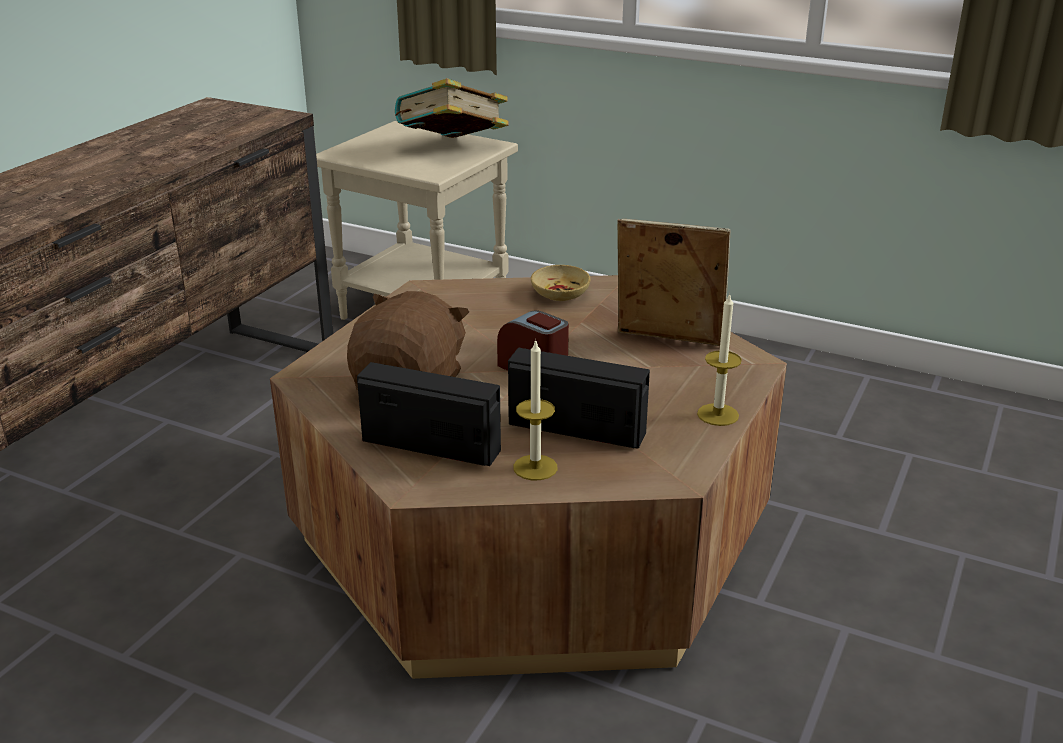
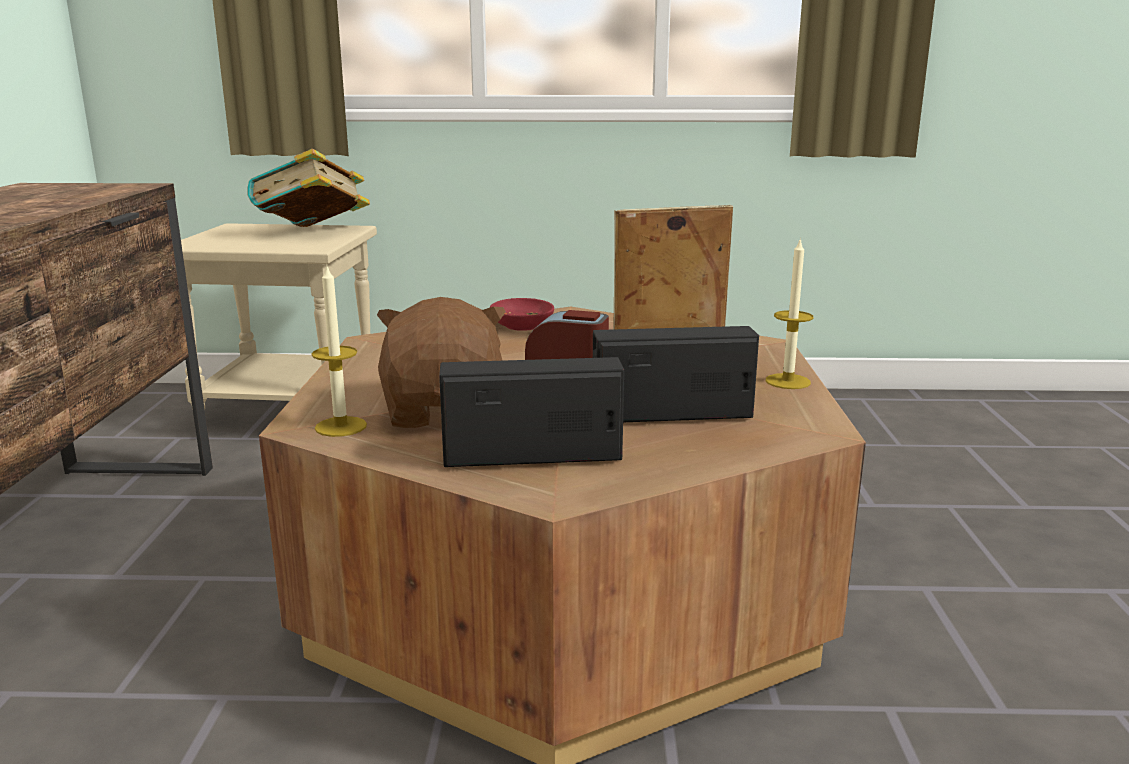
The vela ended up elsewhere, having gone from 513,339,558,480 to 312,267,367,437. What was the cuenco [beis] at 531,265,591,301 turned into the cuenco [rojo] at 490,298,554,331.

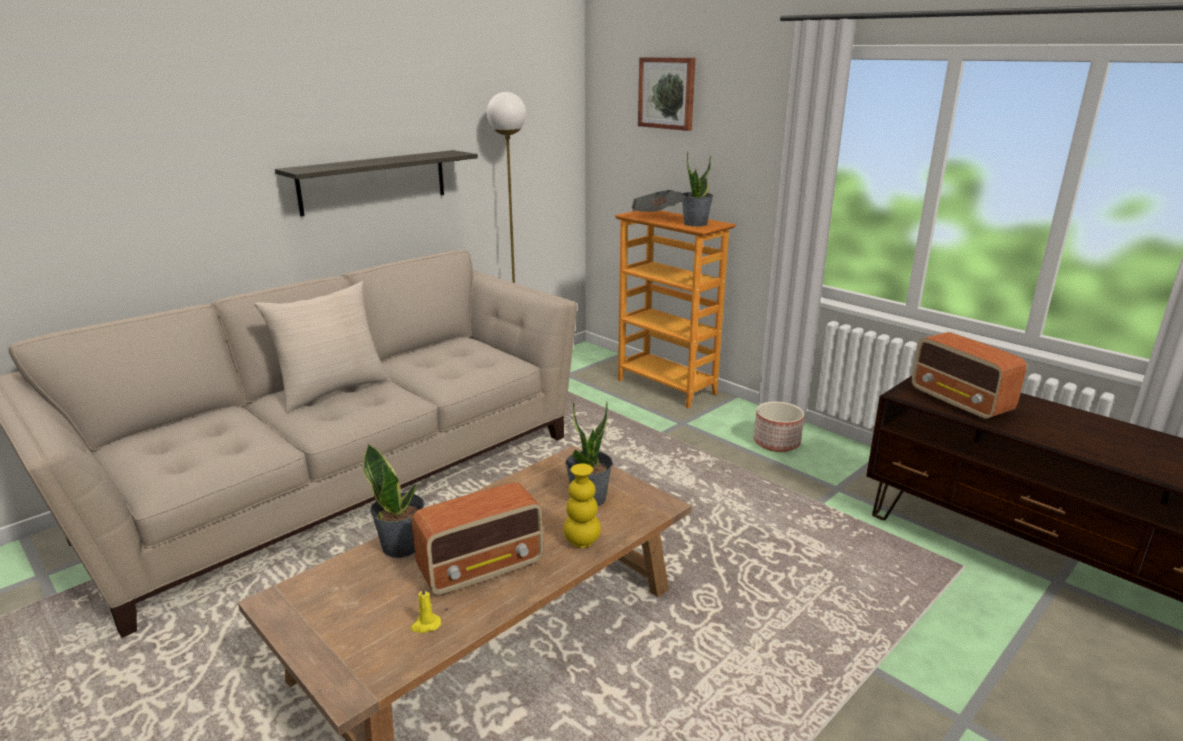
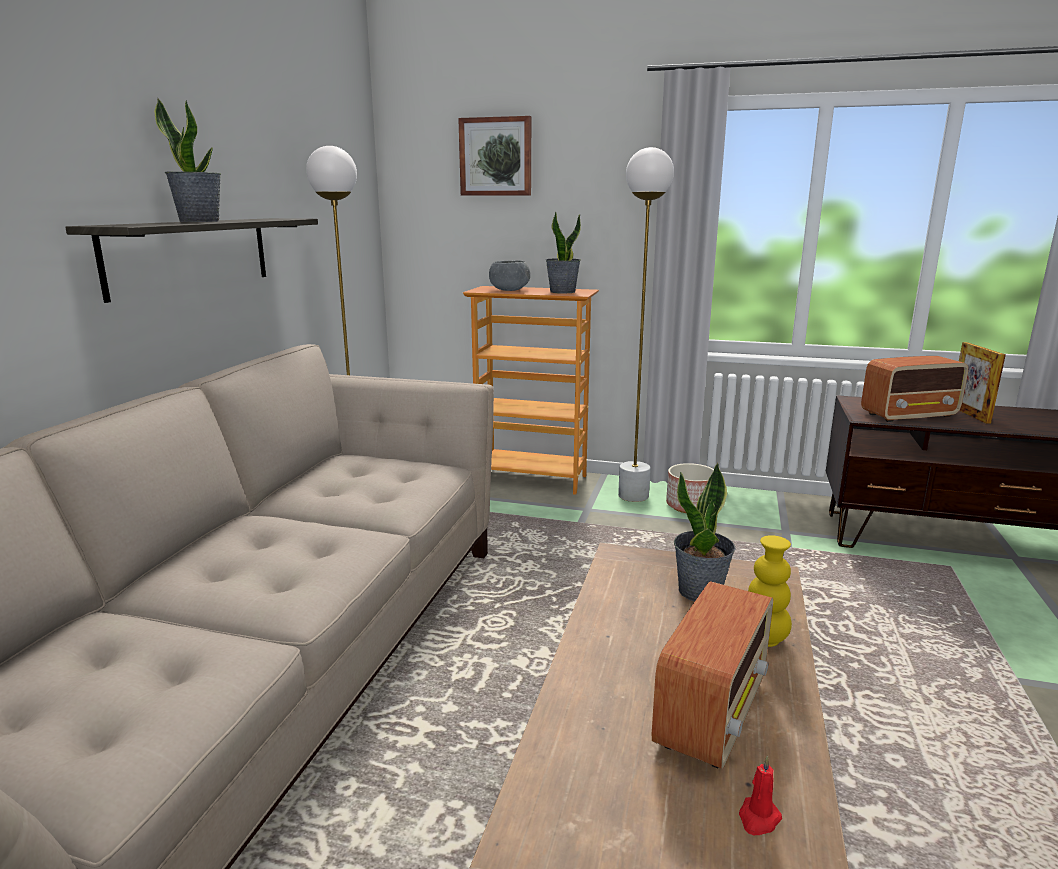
The second view lost the cojín [beis] at 254,281,391,413. The planta en maceta ended up elsewhere, having gone from 363,443,425,558 to 154,98,221,222. What was the vela [amarillo] at 410,585,441,633 turned into the vela [rojo] at 739,756,782,835. Where the periódico stood at 632,190,682,212, the cuenco [gris] came to stand at 489,260,530,291. The radio at 912,332,1027,421 ended up facing another way, 45 degrees counterclockwise from before. The second view gained the lámpara de pie [blanco] at 618,147,674,502. The second view gained the portarretratos at 959,342,1006,424.

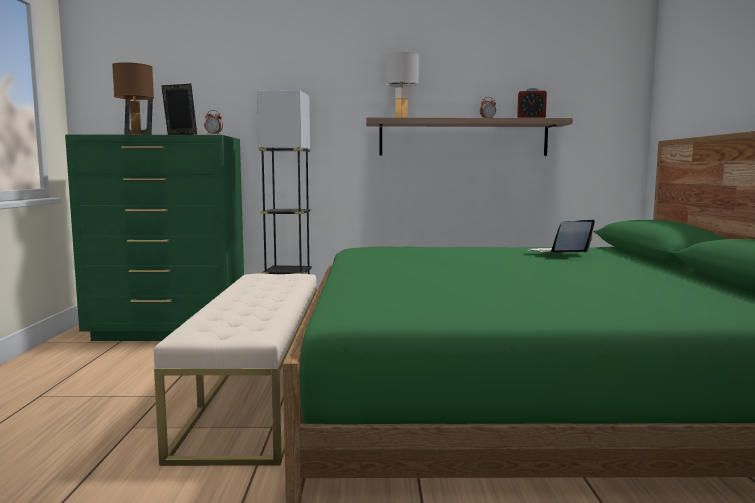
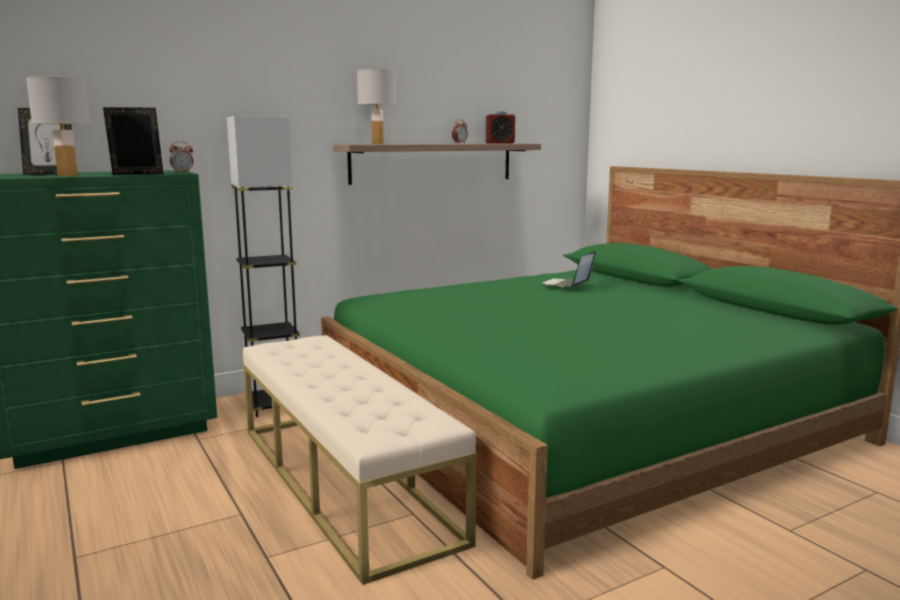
What was the lámpara de mesa [marrón] at 112,62,154,135 turned into the lámpara de mesa [blanco] at 26,76,91,177.

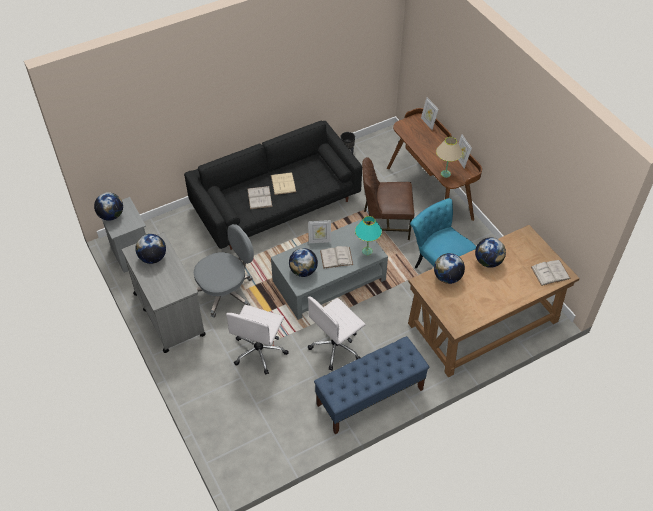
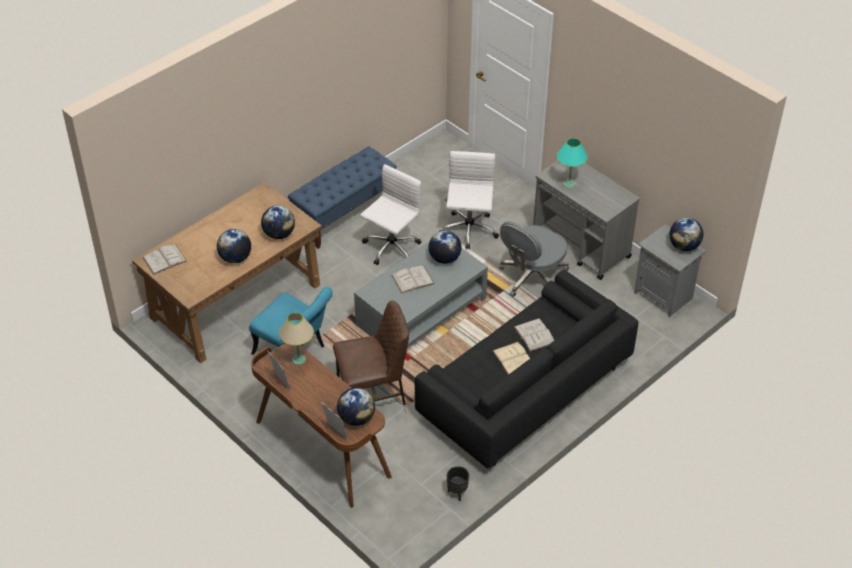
The globo terráqueo ended up elsewhere, having gone from 135,234,166,264 to 337,388,375,426. The second view lost the portarretratos at 308,220,331,243. The lámpara de mesa [turquesa] ended up elsewhere, having gone from 355,216,382,255 to 557,138,588,188.

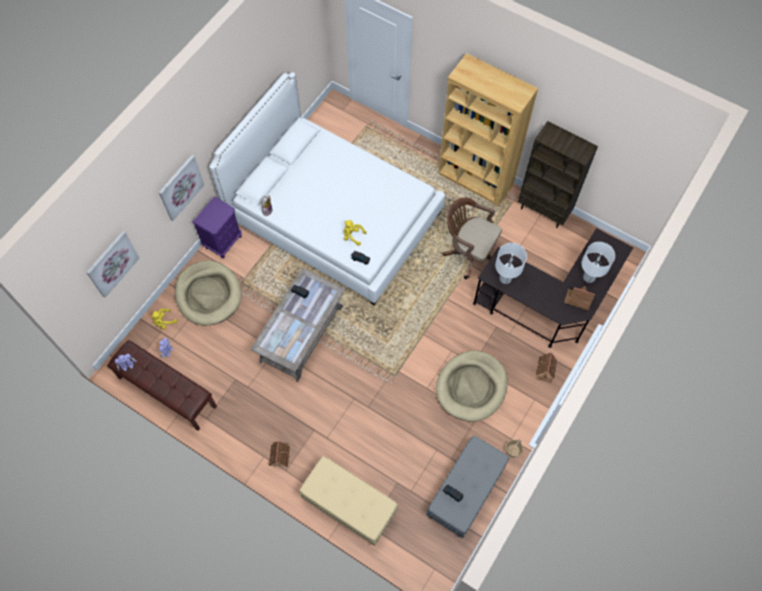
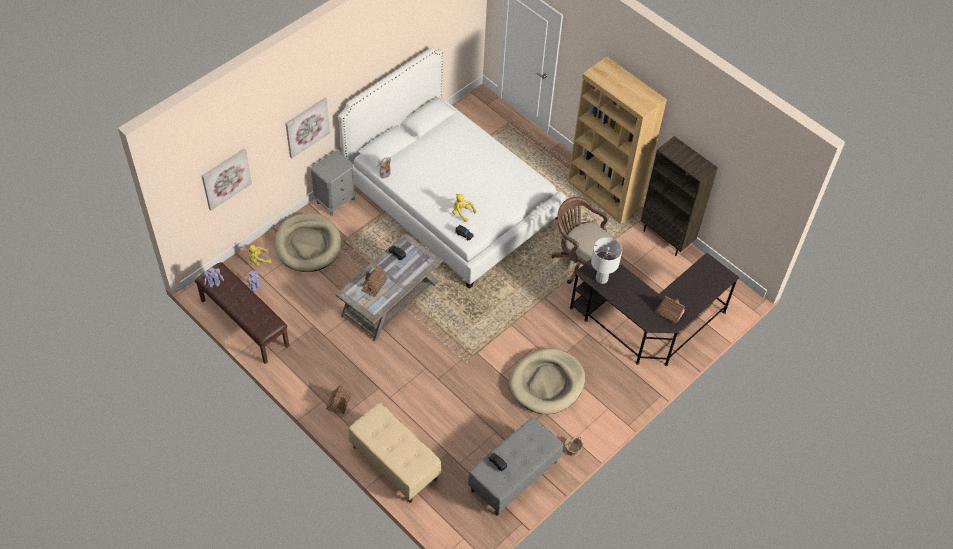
What was the mesita de noche [morado] at 193,197,242,258 turned into the mesita de noche [gris] at 310,150,356,215. The casita ended up elsewhere, having gone from 536,352,557,383 to 361,264,388,297. The second view lost the lámpara de mesa [blanco] at 581,242,615,283.

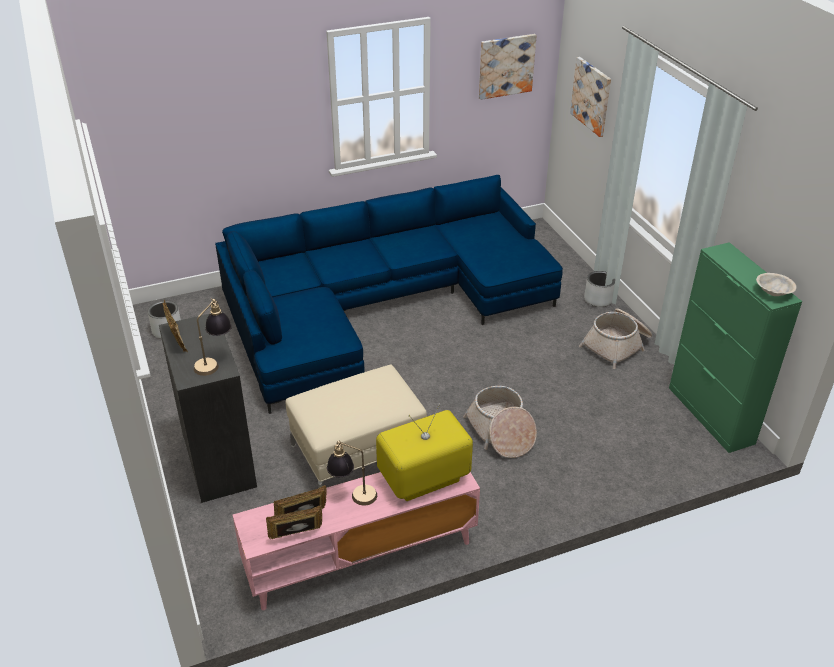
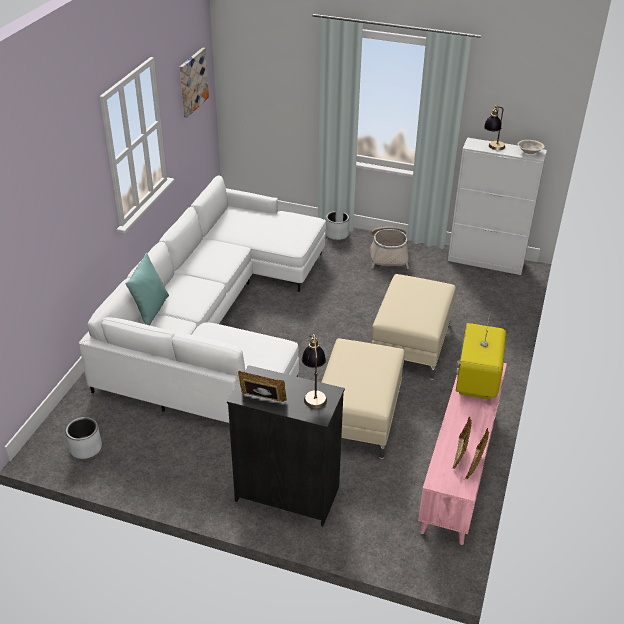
What was the sofá [azul] at 215,175,563,414 turned into the sofá [blanco] at 79,175,326,423. The lámpara de mesa ended up elsewhere, having gone from 327,441,377,506 to 484,105,505,150. Where the cesta stood at 463,386,537,458, the puf [beis] came to stand at 372,274,456,380. The second view lost the cuadro at 570,57,611,137. What was the armario [verde] at 669,242,802,453 turned into the armario [blanco] at 448,138,547,275. The second view gained the cojín [turquesa] at 126,253,169,325.

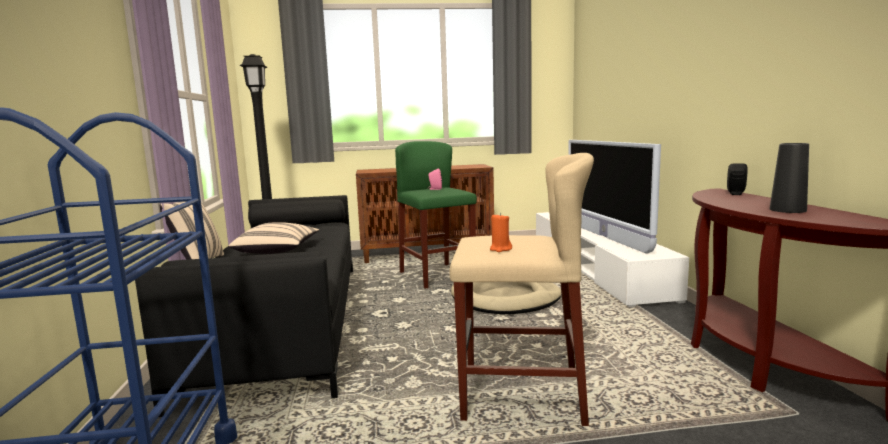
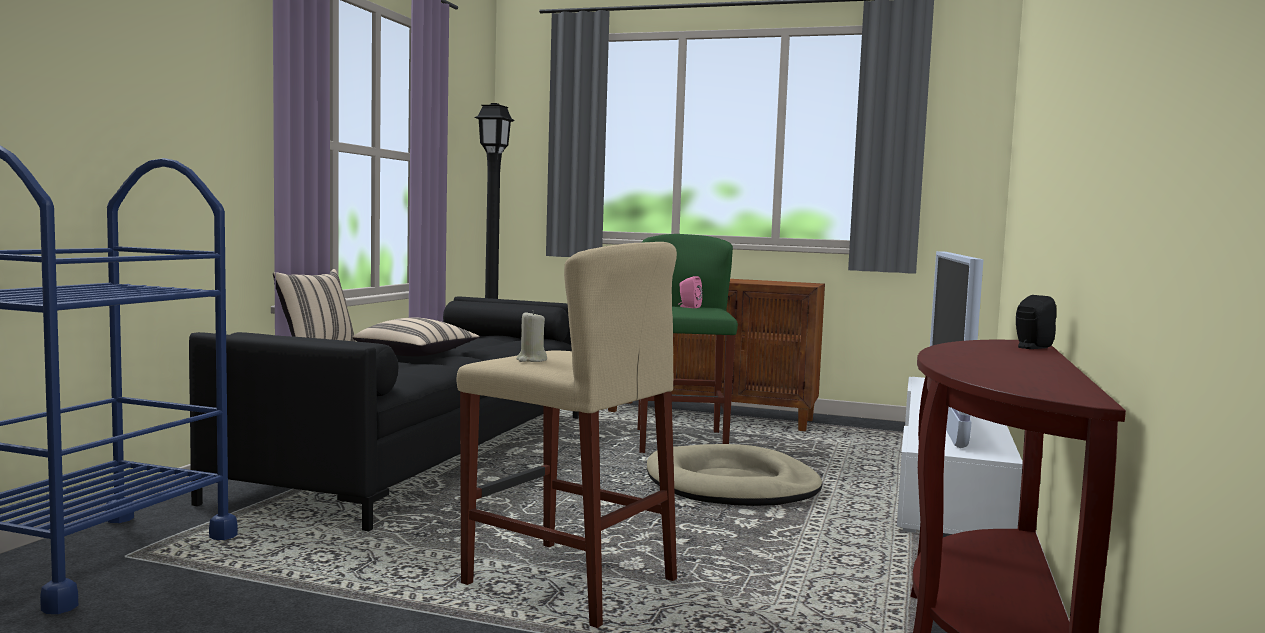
What was the vela [naranja] at 490,213,512,252 turned into the vela [beis] at 516,310,547,362. The second view lost the florero [negro] at 770,143,809,213.

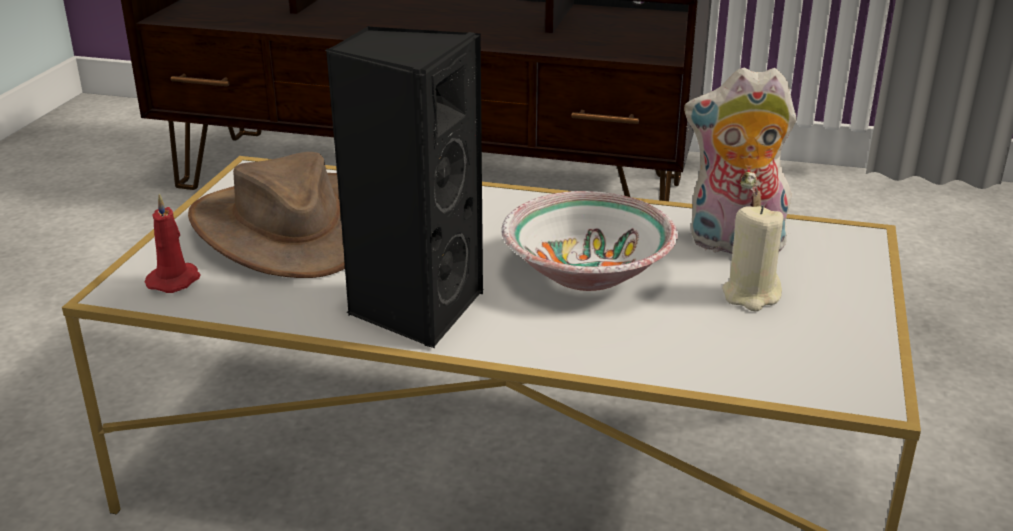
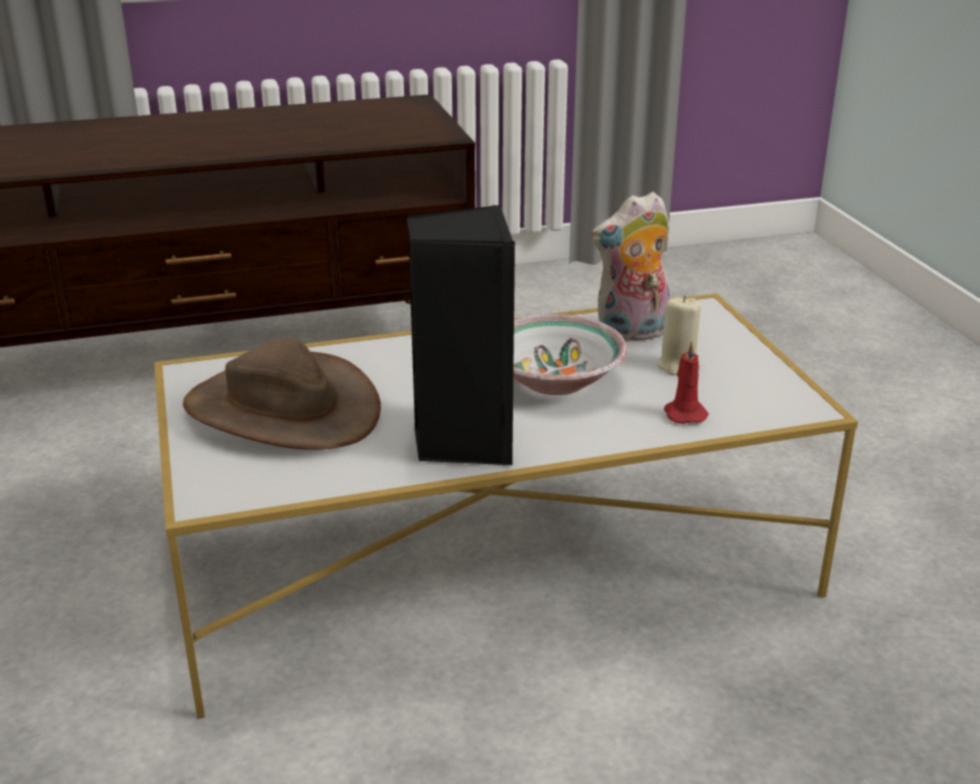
The vela [rojo] ended up elsewhere, having gone from 145,193,201,293 to 664,341,709,424.

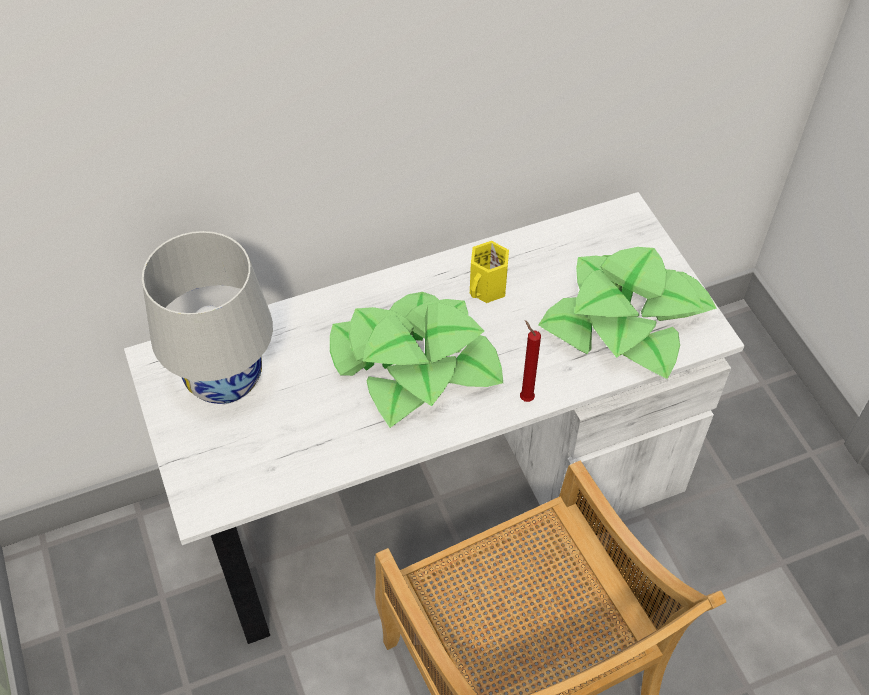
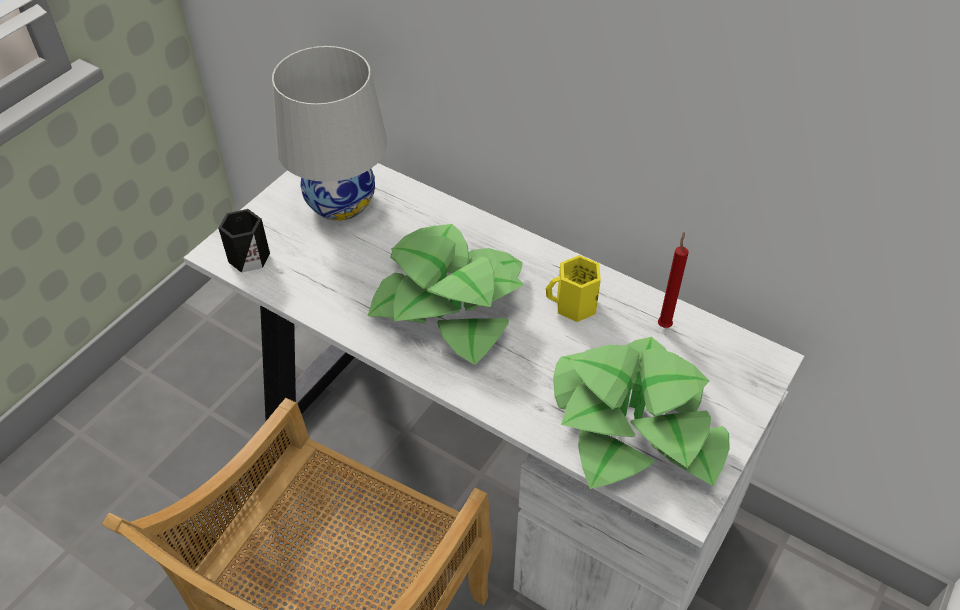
The vela [rojo] ended up elsewhere, having gone from 520,320,541,402 to 658,232,689,328. The second view gained the taza grande [negro] at 218,209,270,273.

